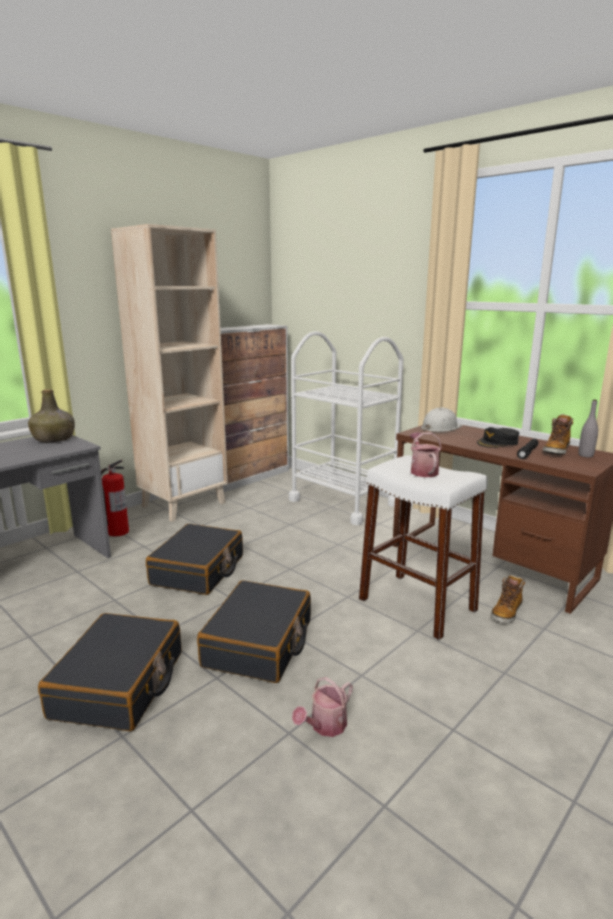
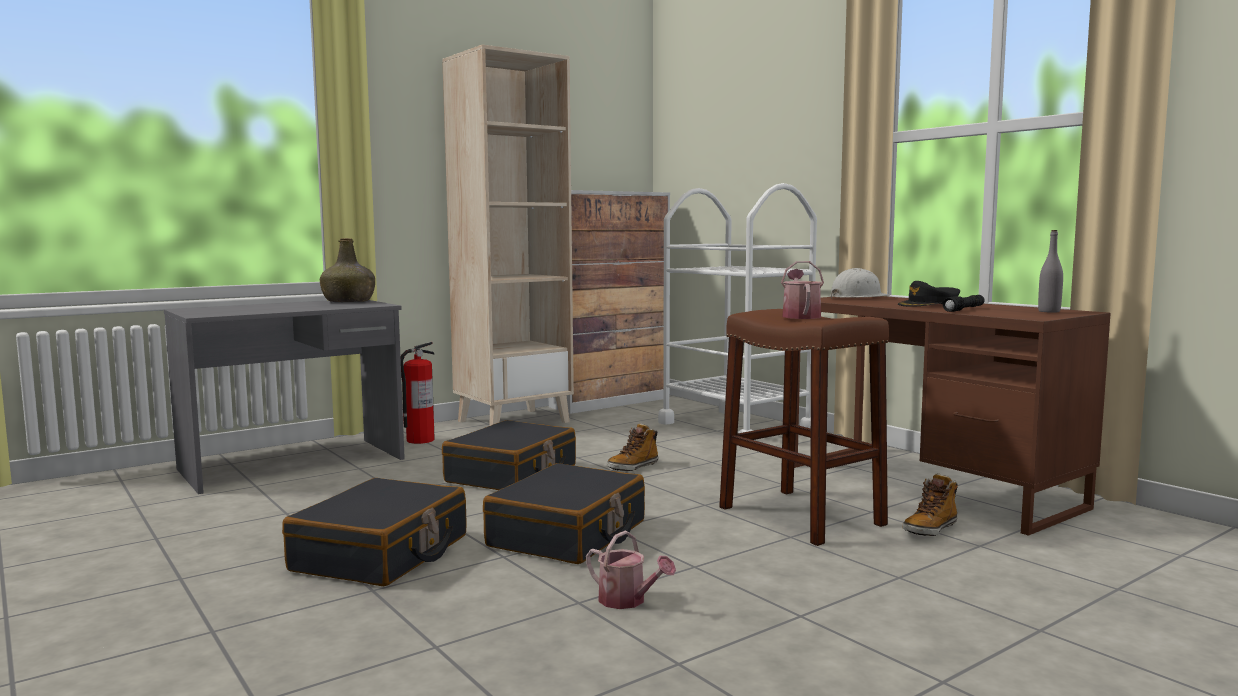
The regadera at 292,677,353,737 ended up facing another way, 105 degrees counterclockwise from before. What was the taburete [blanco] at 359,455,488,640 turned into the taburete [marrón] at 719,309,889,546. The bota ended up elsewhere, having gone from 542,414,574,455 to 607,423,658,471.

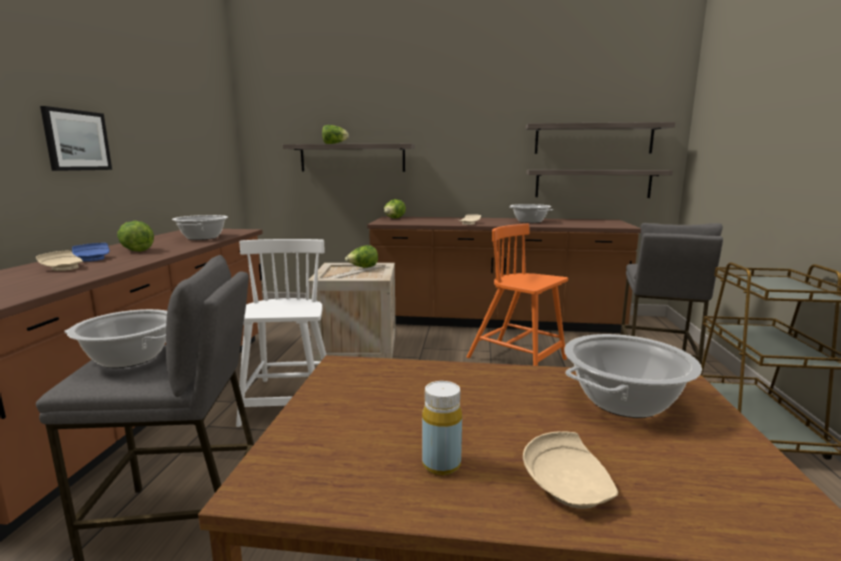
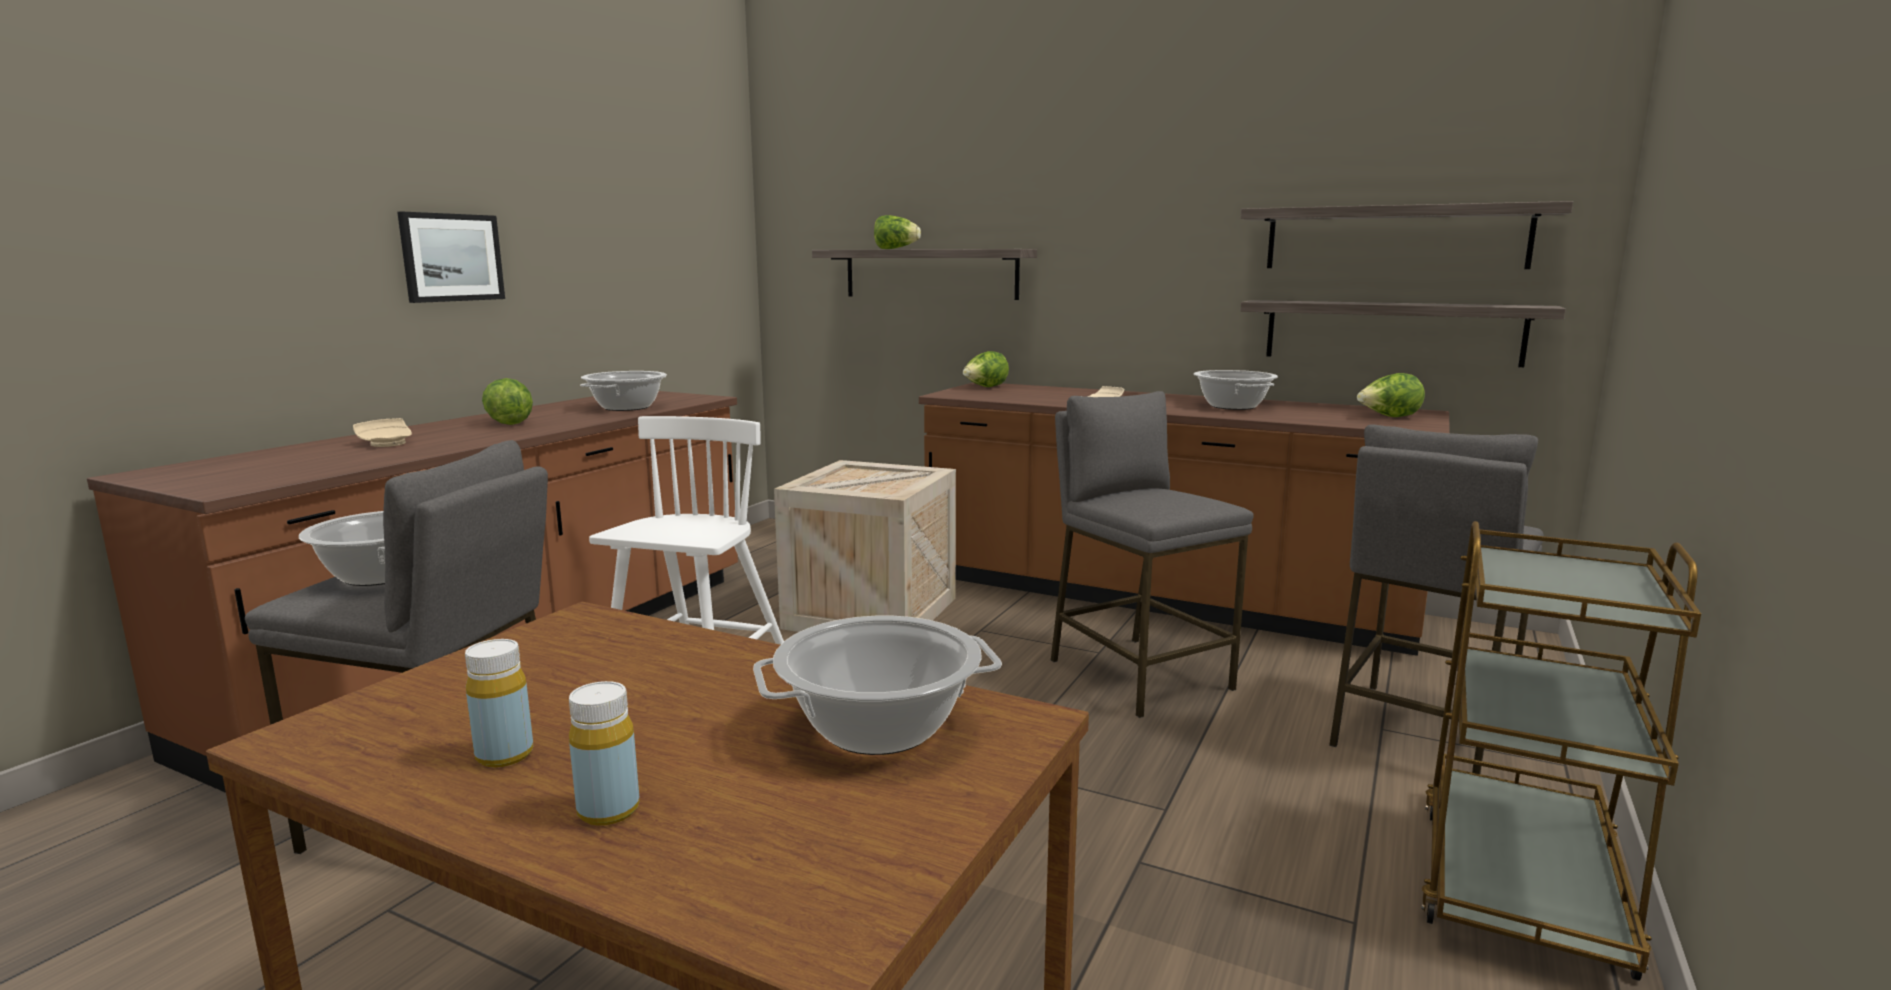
The second view lost the plato [azul] at 72,243,110,262. The lechuga ended up elsewhere, having gone from 345,245,378,268 to 1357,373,1425,417. Where the silla [naranja] stood at 467,224,568,366, the taburete [gris] came to stand at 1051,391,1254,718. Where the plato [beis] stood at 523,431,618,509, the botella [amarillo] came to stand at 569,681,640,826.

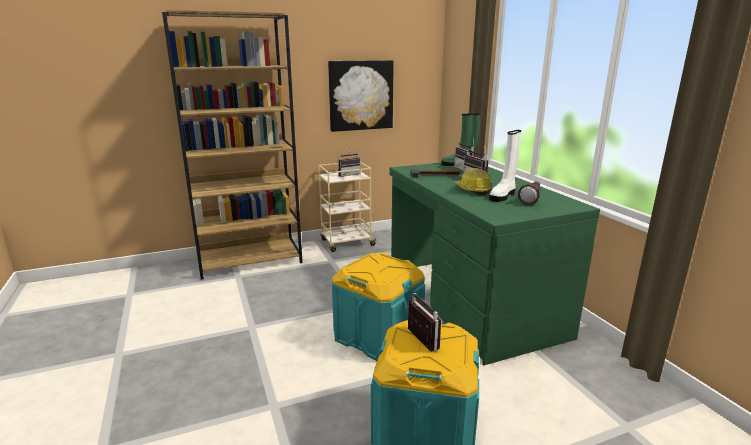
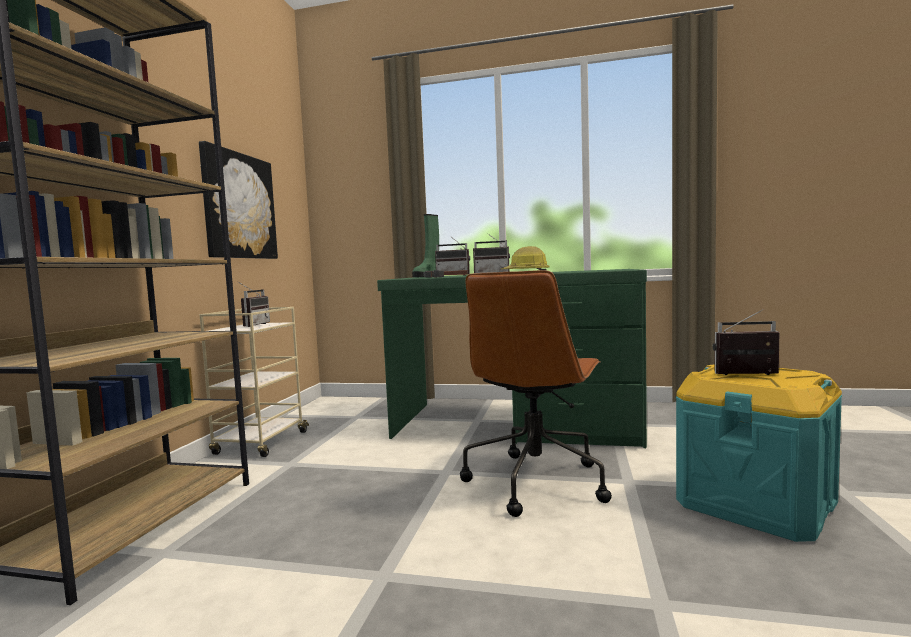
Where the caja de almacenaje [turquesa] stood at 332,253,425,361, the silla de oficina [marrón] came to stand at 460,270,612,517. The second view lost the bota [blanco] at 489,130,521,202. The second view lost the linterna at 518,182,541,205.

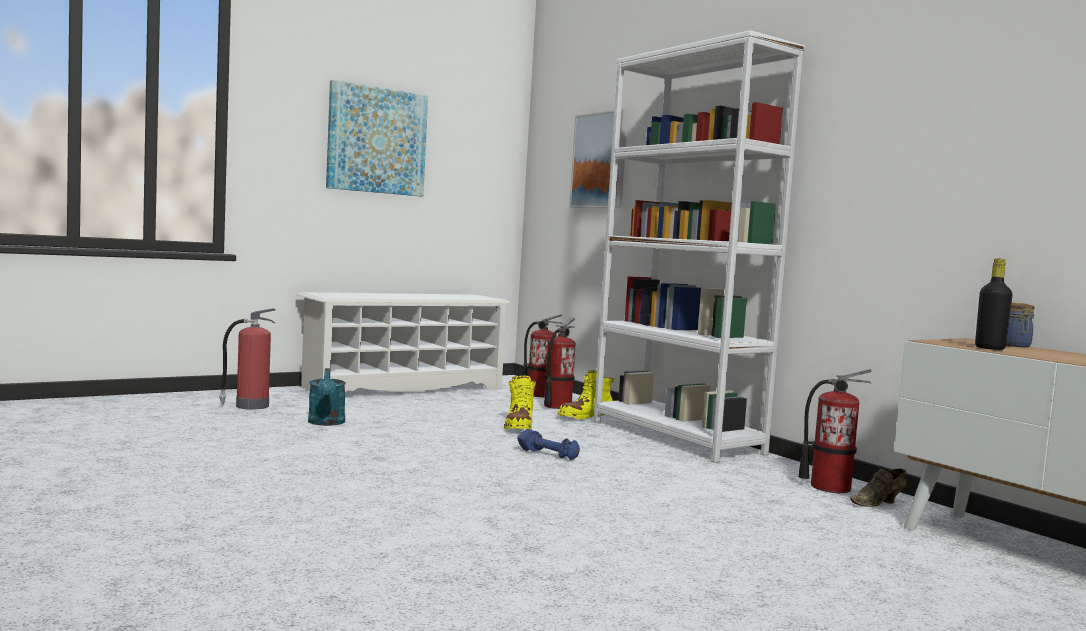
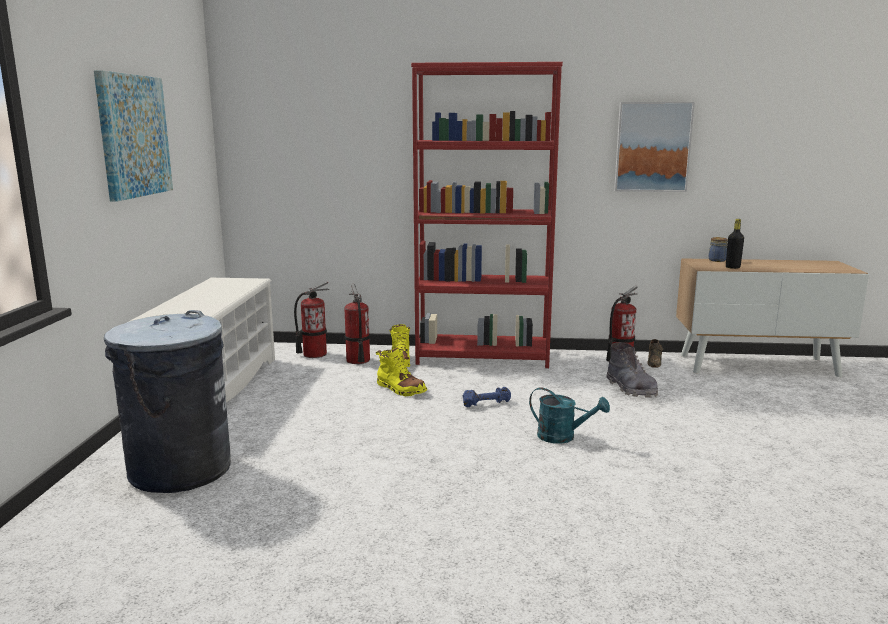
Where the extintor stood at 219,308,276,410, the papelera [gris] came to stand at 104,310,231,493. The regadera [turquesa] ended up elsewhere, having gone from 308,368,346,426 to 529,387,610,444. The cuadro ended up elsewhere, having gone from 569,109,628,208 to 614,102,695,192. What was the estantería [blanco] at 593,30,805,463 turned into the estantería [rojo] at 411,62,563,368. The second view gained the bota [gris] at 607,342,658,398.

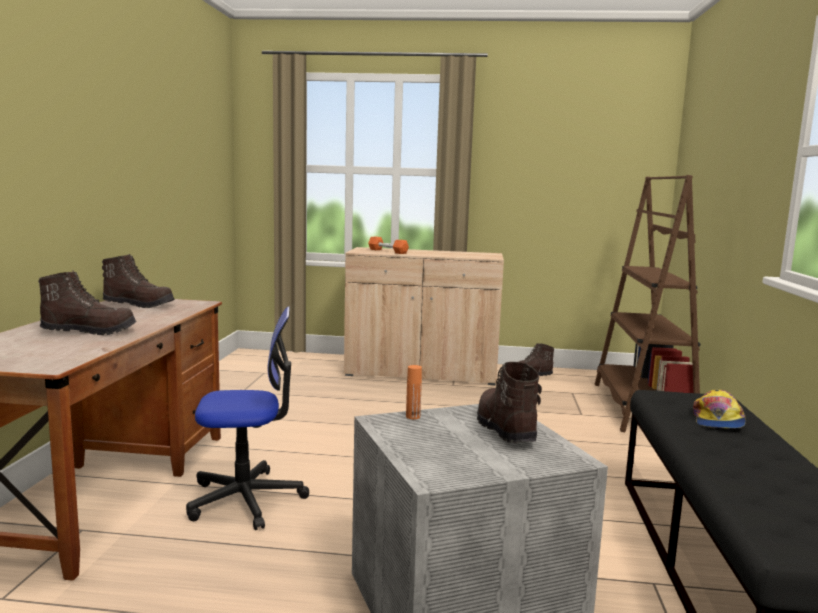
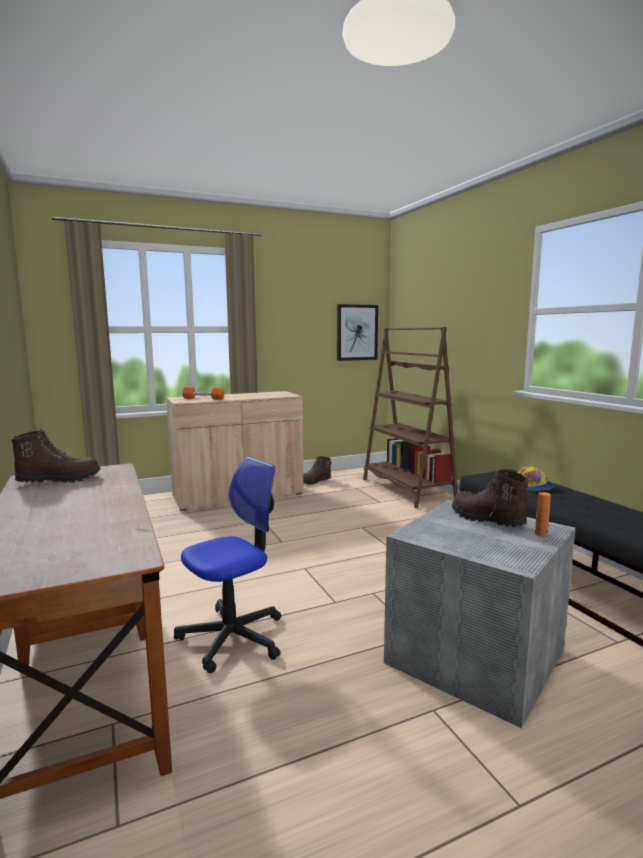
The second view lost the bota [marrón] at 38,271,137,335. The botella [naranja] ended up elsewhere, having gone from 406,365,422,419 to 535,492,551,537. The second view gained the cuadro at 337,304,378,361.

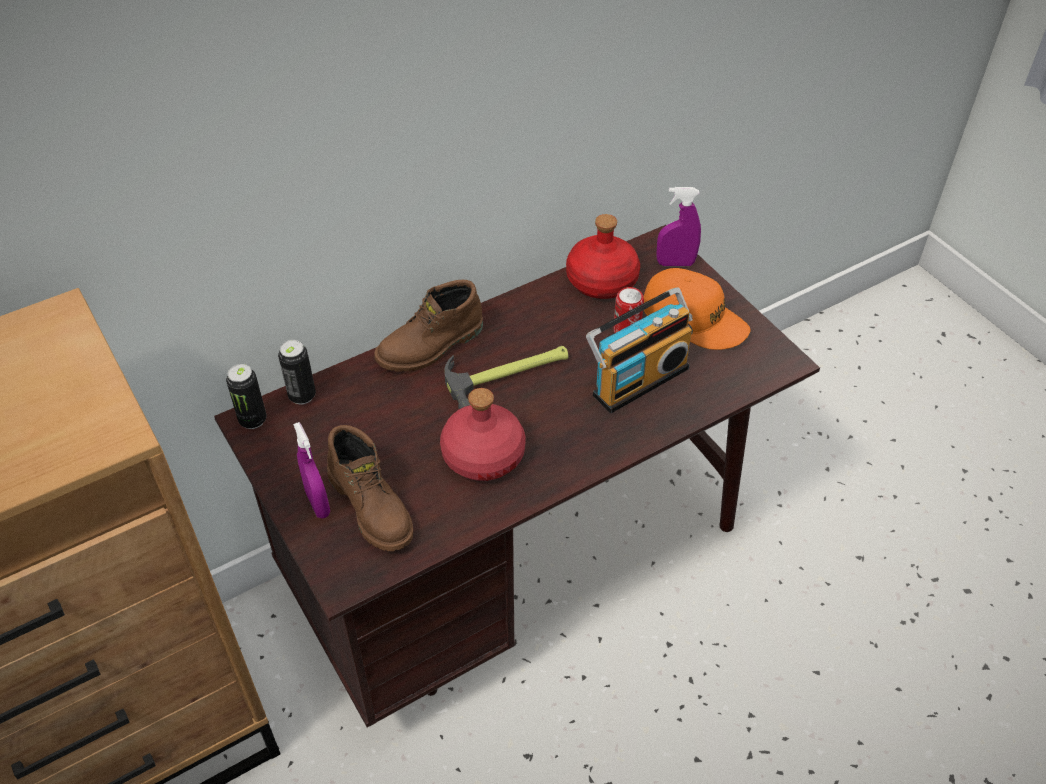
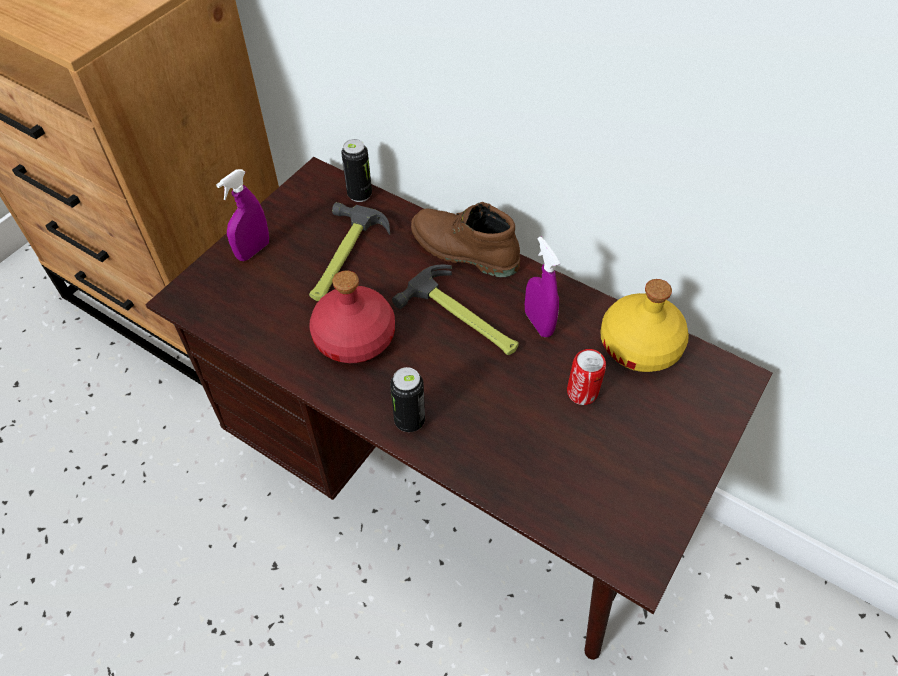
The lata ended up elsewhere, having gone from 226,364,267,429 to 390,367,425,432. The second view lost the bota [marrón] at 327,425,413,551. What was the botella [rojo] at 566,214,640,299 turned into the botella [amarillo] at 600,279,689,372. The second view lost the radio at 586,287,693,413. The second view lost the gorra [naranja] at 643,268,751,350. The pulverizador [morado] ended up elsewhere, having gone from 657,187,701,266 to 525,236,560,337. The second view gained the martillo at 309,202,390,301.

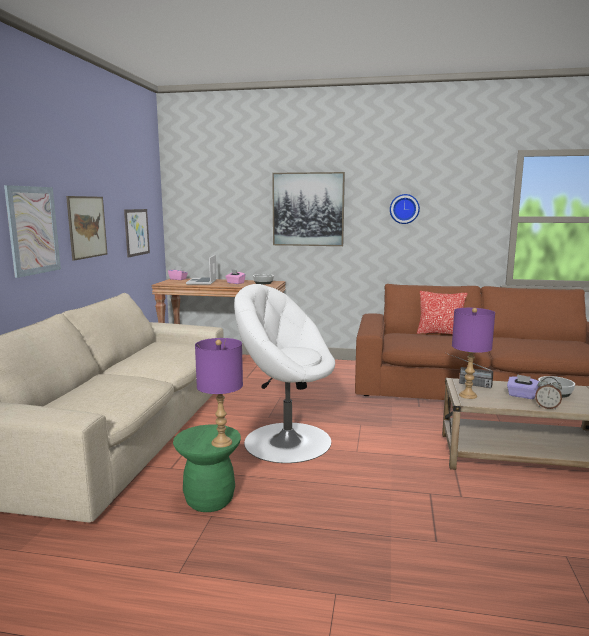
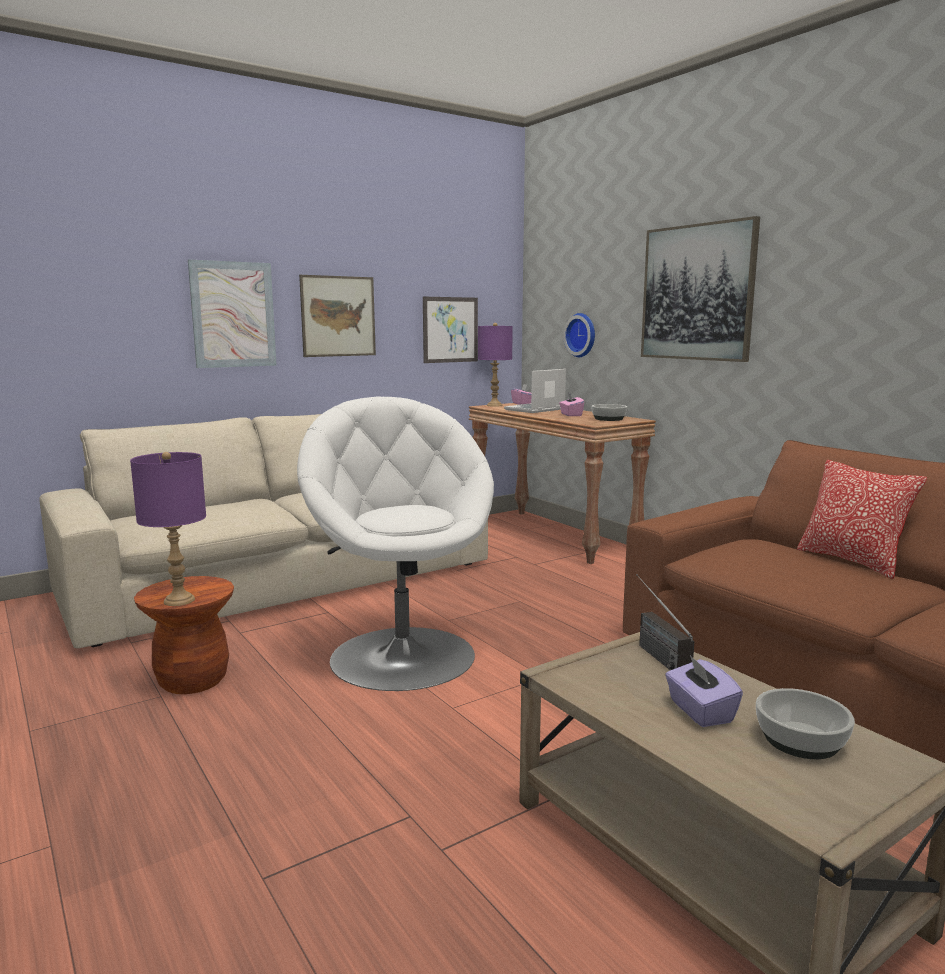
What was the taburete [verde] at 173,424,241,512 turned into the taburete [marrón] at 134,576,234,694. The reloj de pared ended up elsewhere, having gone from 390,194,420,224 to 563,313,595,357. The lámpara de mesa [morado] ended up elsewhere, having gone from 452,308,495,399 to 478,323,513,407. The second view lost the despertador at 535,377,562,410.

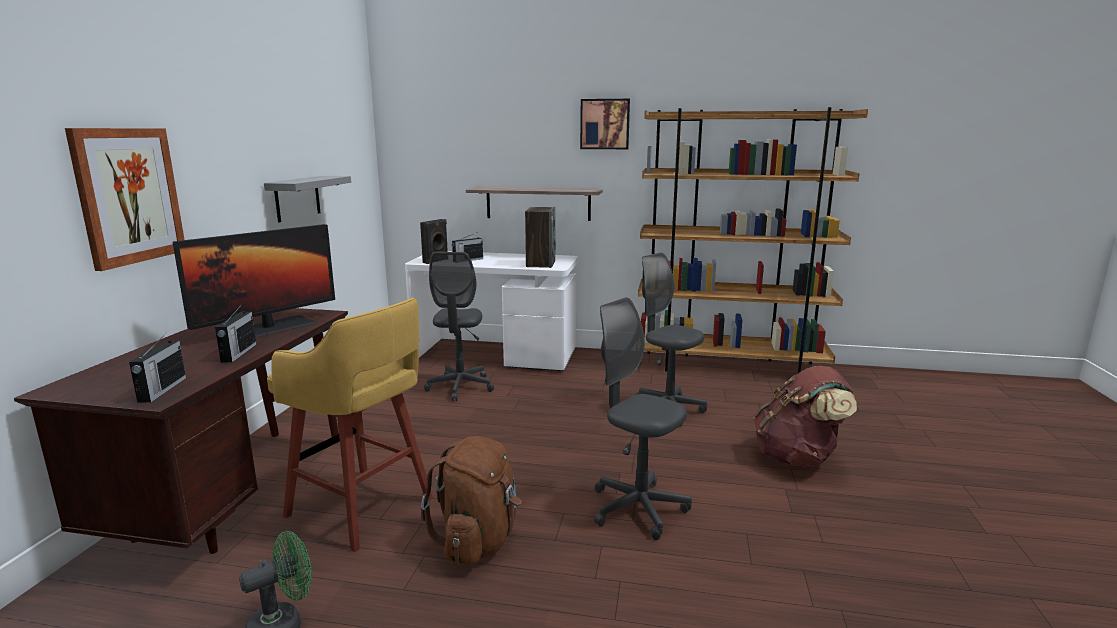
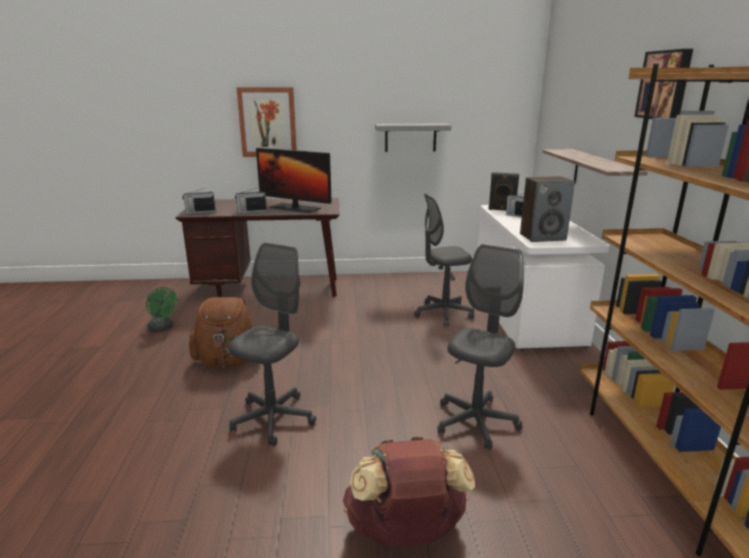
The second view lost the taburete [amarillo] at 267,298,433,552.

